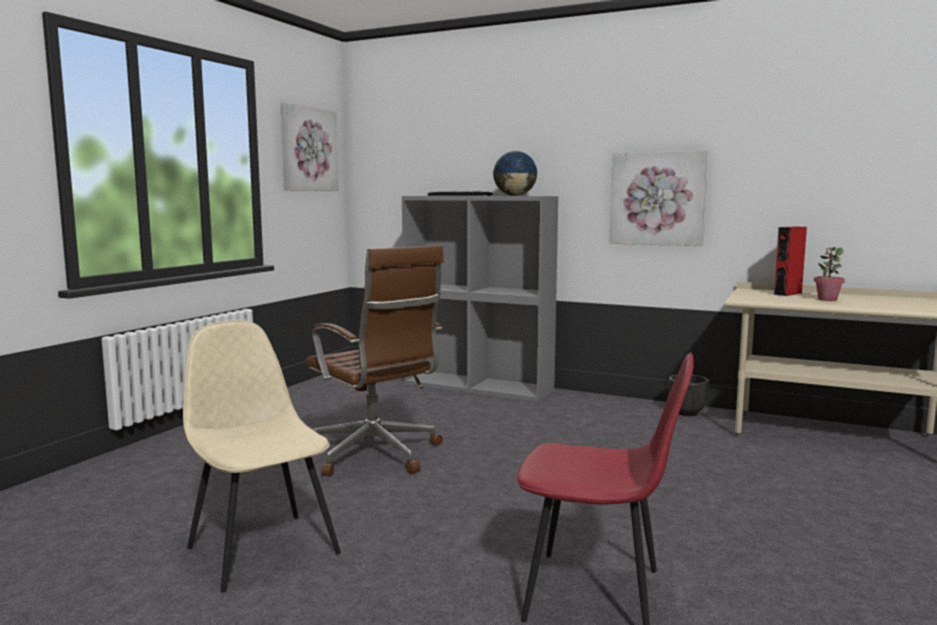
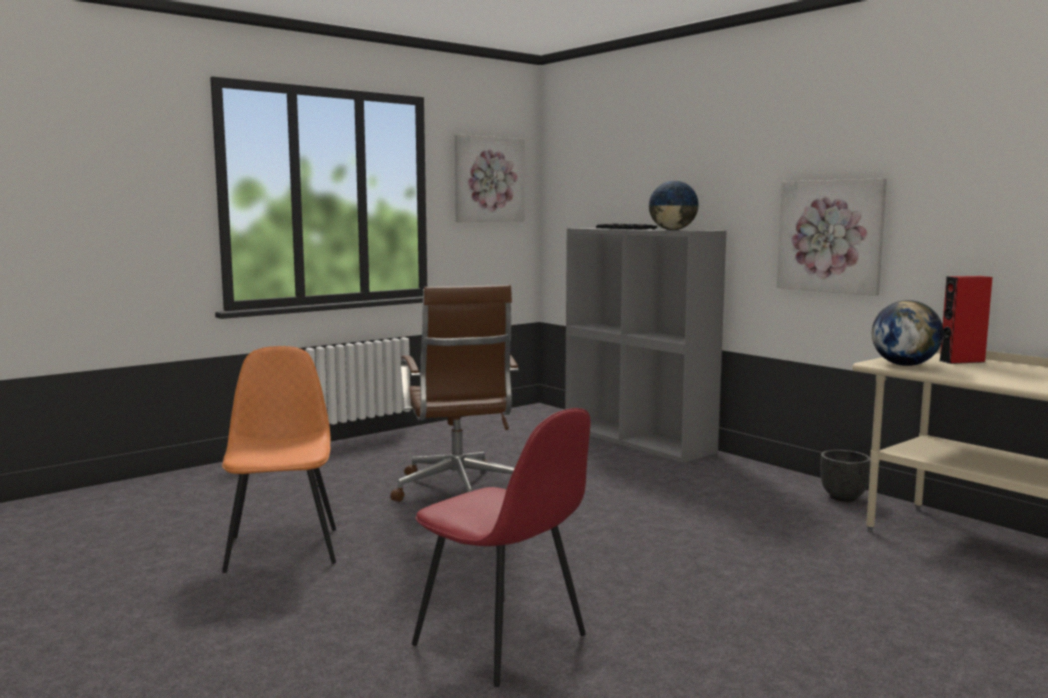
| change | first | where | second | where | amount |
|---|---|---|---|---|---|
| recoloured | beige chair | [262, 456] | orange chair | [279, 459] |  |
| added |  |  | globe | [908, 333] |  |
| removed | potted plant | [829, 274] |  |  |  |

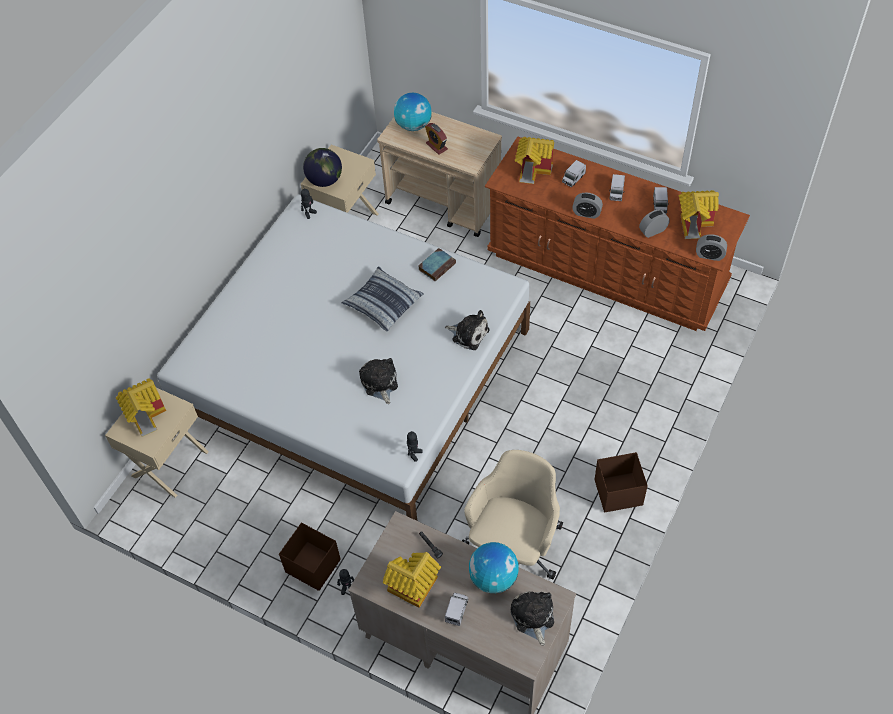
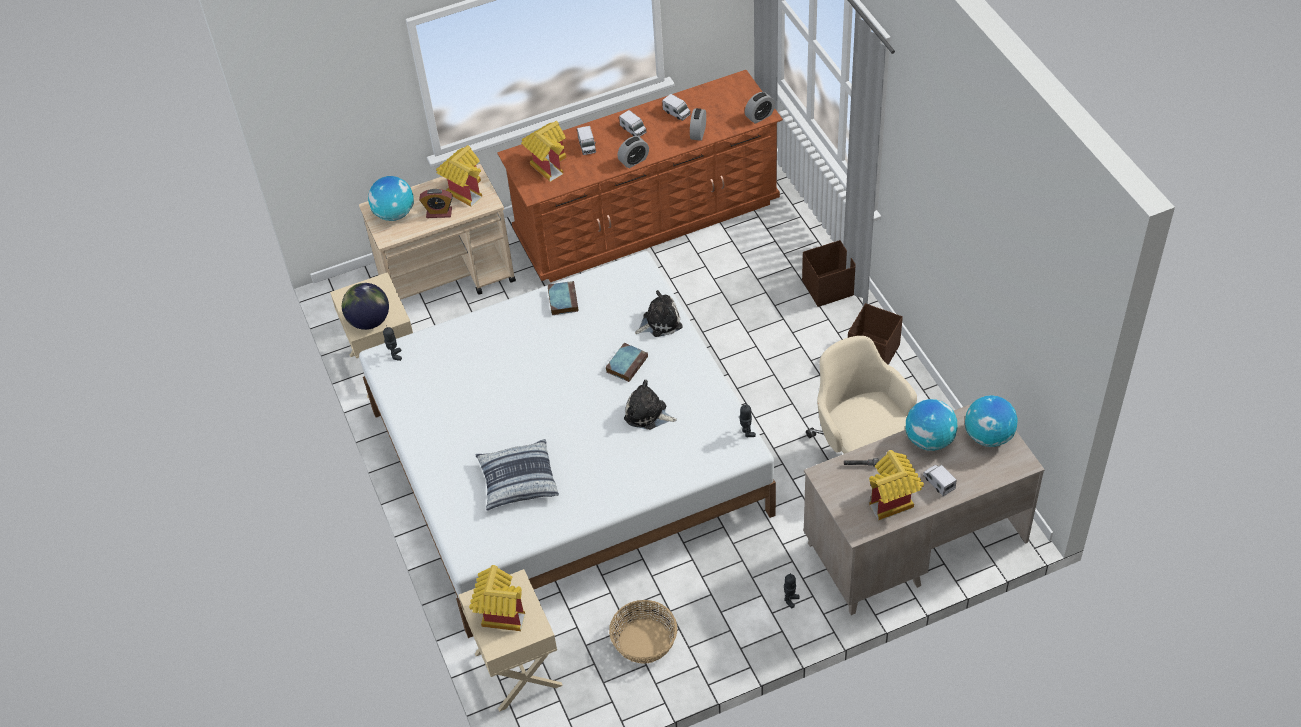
| change | first | where | second | where | amount |
|---|---|---|---|---|---|
| moved | toy house | [699, 214] |  | [459, 176] |  |
| moved | pillow | [382, 298] |  | [517, 475] |  |
| added |  |  | book | [627, 362] |  |
| added |  |  | basket | [643, 632] |  |
| moved | brown storage box | [310, 556] |  | [829, 273] |  |
| replaced | plush toy | [532, 618] | globe | [991, 421] |  |

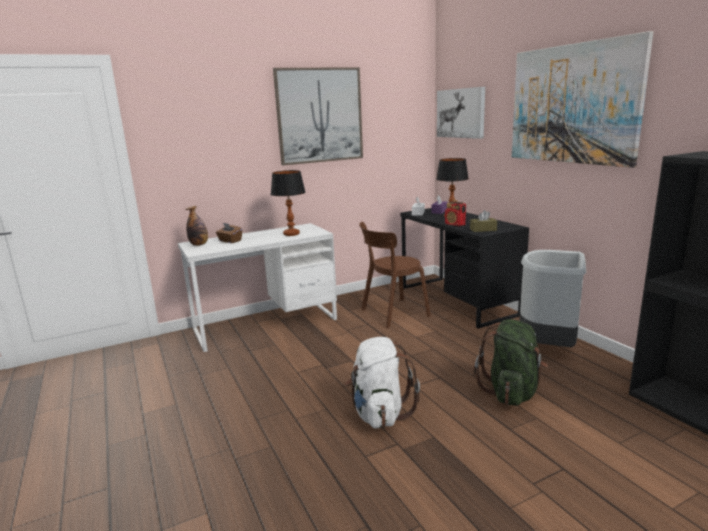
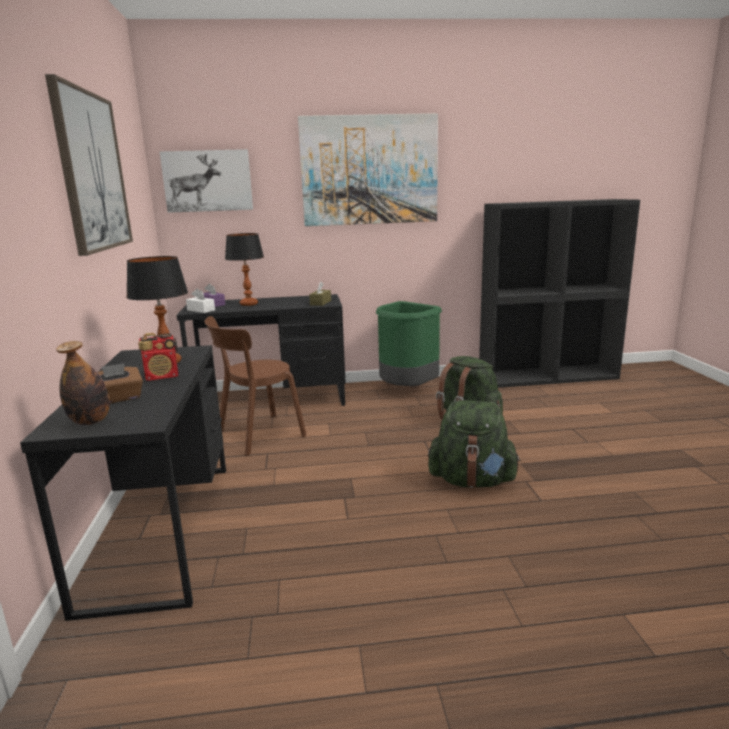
| change | first | where | second | where | amount |
|---|---|---|---|---|---|
| recoloured | white desk | [257, 287] | black desk | [123, 483] |  |
| moved | radio | [455, 213] |  | [158, 357] |  |
| turned | brown chair | [395, 275] |  | [256, 386] | 60 degrees clockwise |
| recoloured | grey trash can | [553, 298] | green trash can | [409, 343] |  |
| recoloured | white backpack | [382, 382] | green backpack | [474, 444] |  |

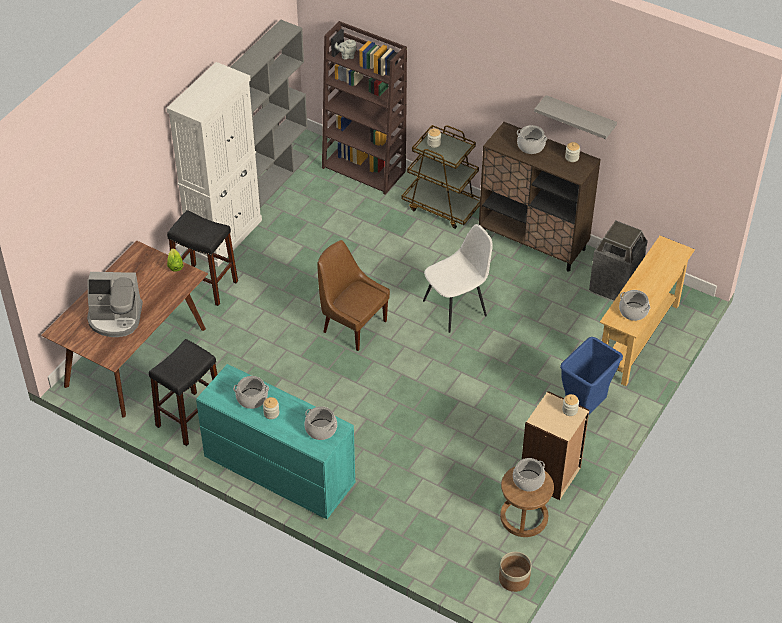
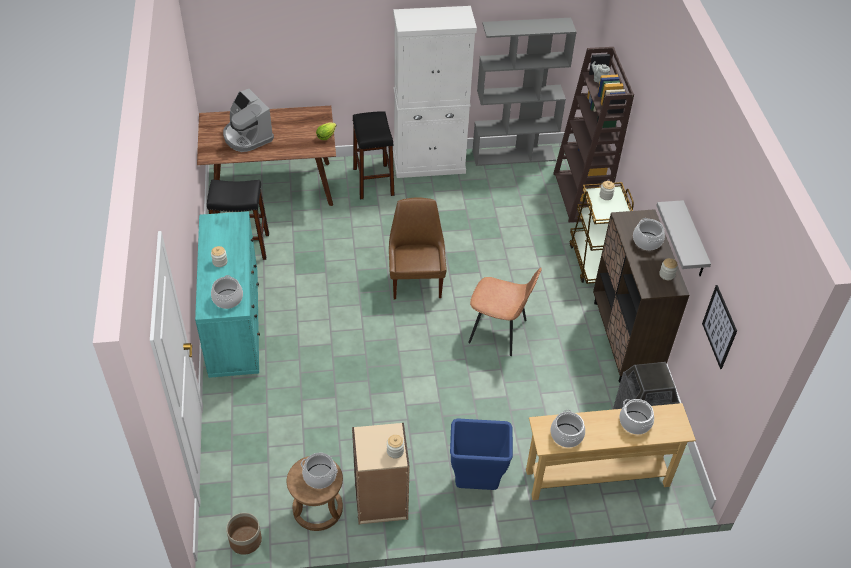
| change | first | where | second | where | amount |
|---|---|---|---|---|---|
| recoloured | white chair | [458, 278] | brown chair | [505, 312] |  |
| moved | cooking pot | [251, 392] |  | [636, 416] |  |
| added |  |  | picture | [719, 327] |  |

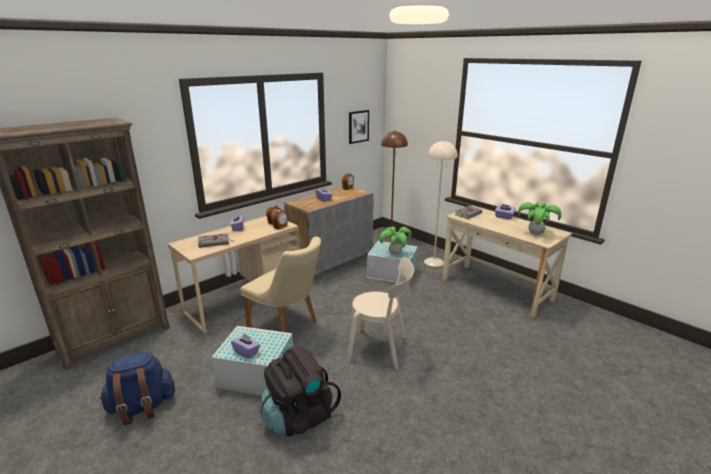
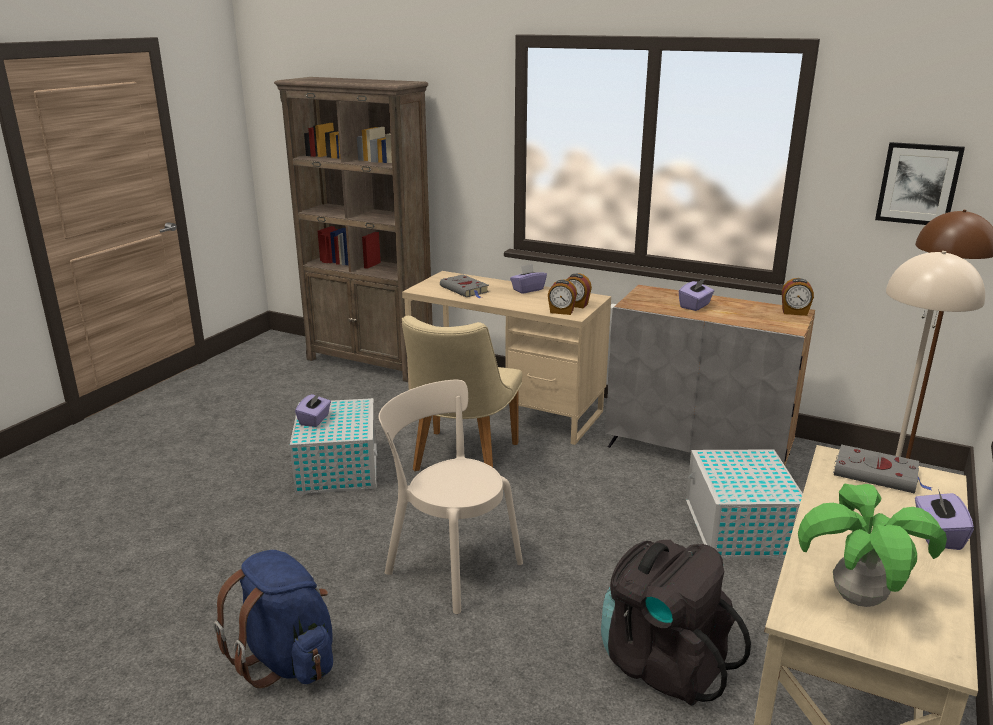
| change | first | where | second | where | amount |
|---|---|---|---|---|---|
| moved | blue backpack | [137, 388] |  | [273, 619] |  |
| turned | beige chair | [380, 313] |  | [451, 497] | 135 degrees clockwise |
| moved | black backpack | [300, 391] |  | [676, 622] |  |
| removed | potted plant | [396, 240] |  |  |  |

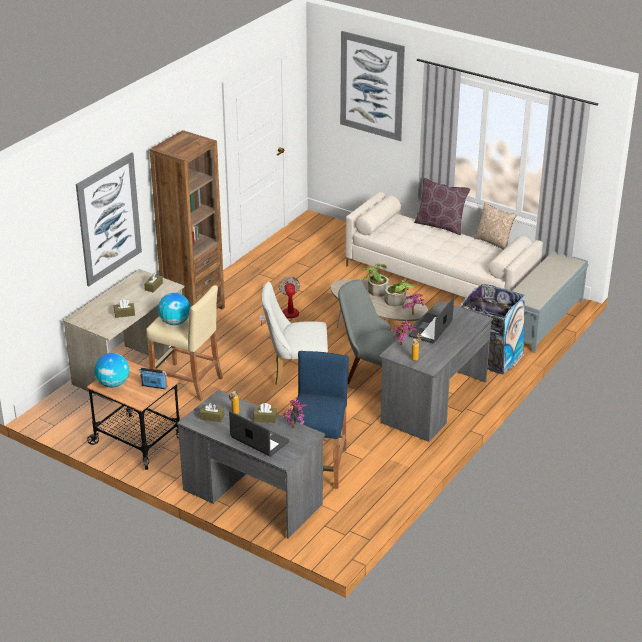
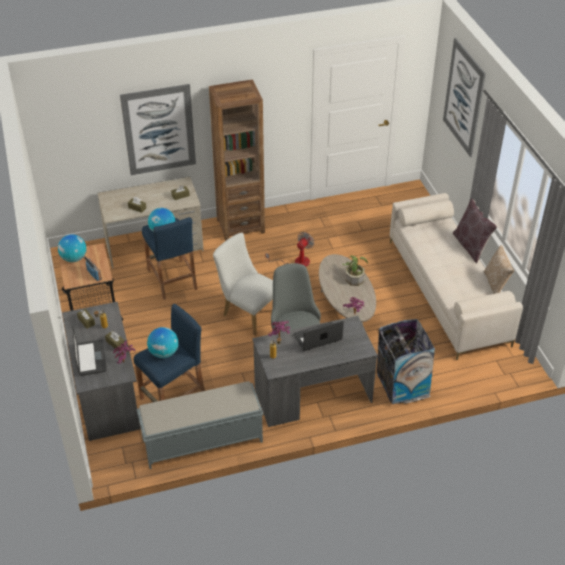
| change | first | where | second | where | amount |
|---|---|---|---|---|---|
| moved | grey bench | [550, 302] |  | [200, 425] |  |
| recoloured | beige stool | [184, 343] | blue stool | [169, 258] |  |
| added |  |  | globe | [163, 342] |  |
| removed | potted plant | [399, 293] |  |  |  |

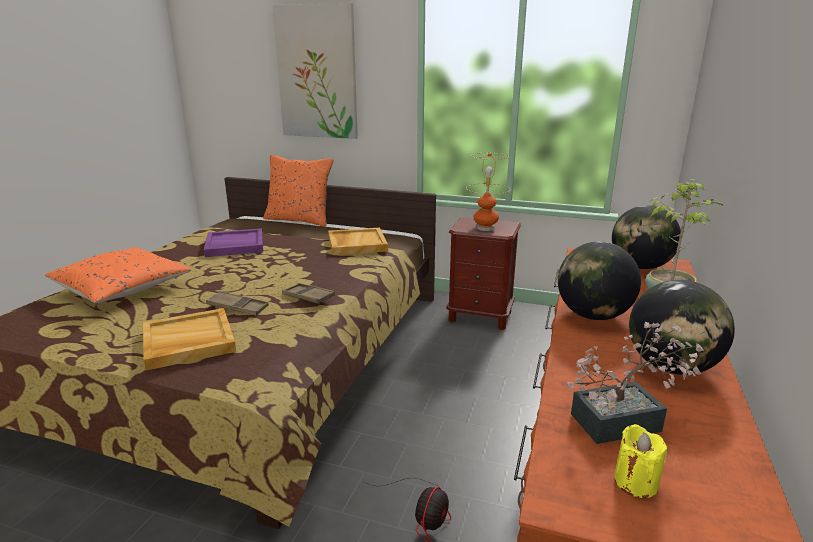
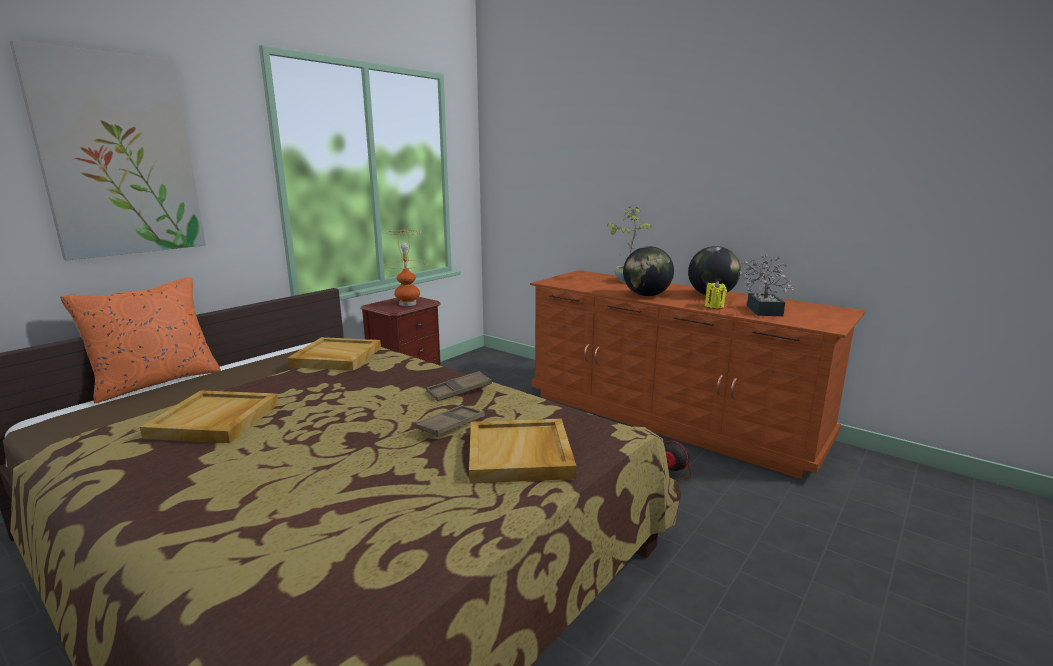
| change | first | where | second | where | amount |
|---|---|---|---|---|---|
| recoloured | purple tray | [233, 242] | beige tray | [209, 416] |  |
| moved | yellow candle | [640, 461] |  | [716, 295] |  |
| removed | orange pillow | [118, 275] |  |  |  |
| removed | globe | [646, 237] |  |  |  |

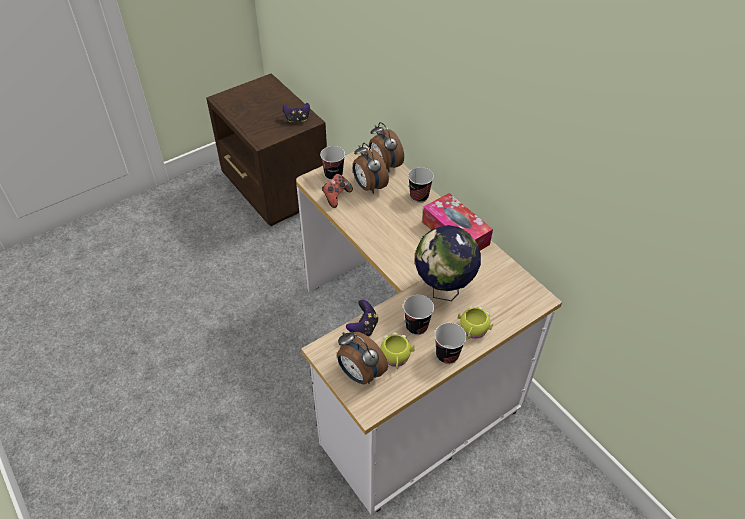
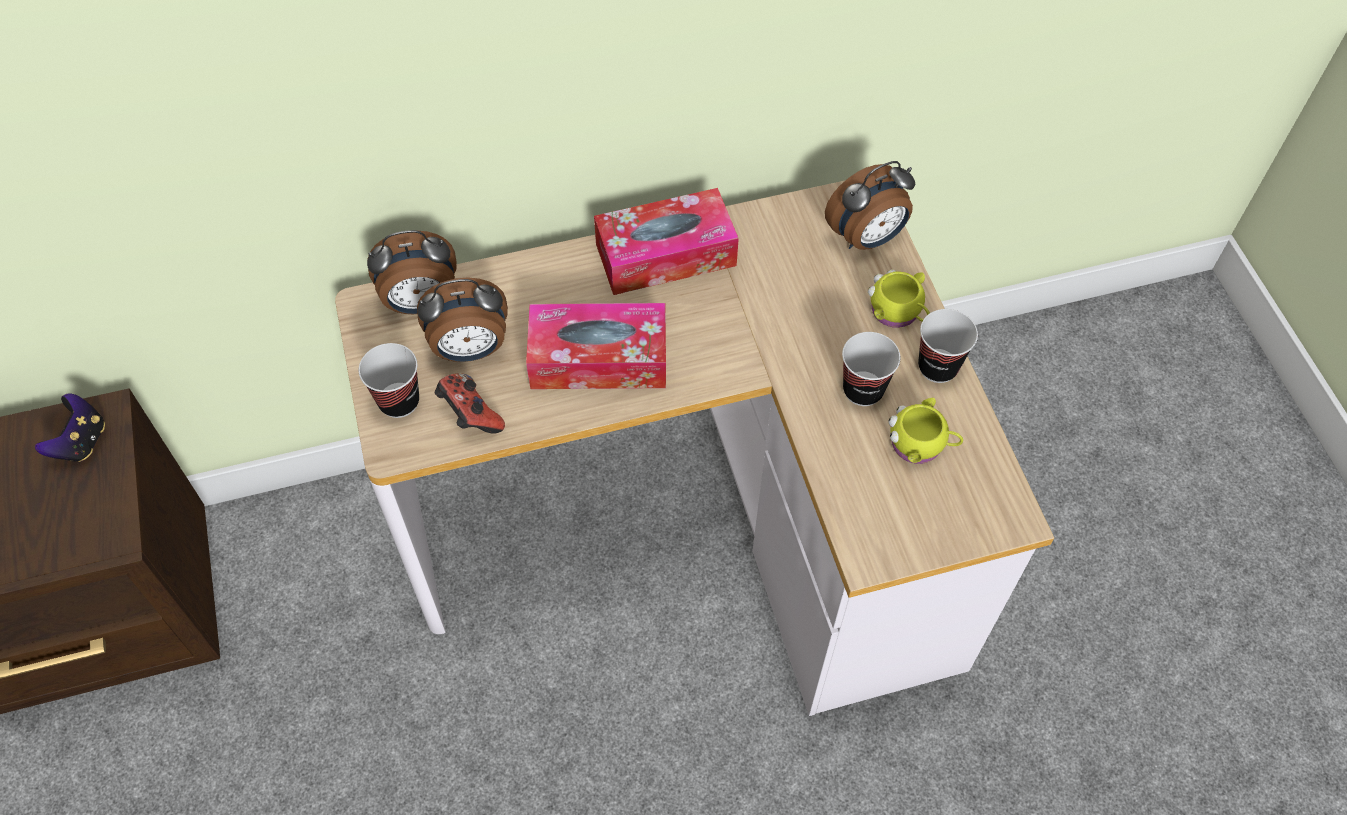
| change | first | where | second | where | amount |
|---|---|---|---|---|---|
| added |  |  | tissue box | [596, 346] |  |
| moved | alarm clock | [362, 358] |  | [870, 205] |  |
| removed | game controller | [362, 318] |  |  |  |
| removed | cup | [421, 185] |  |  |  |
| removed | globe | [448, 263] |  |  |  |

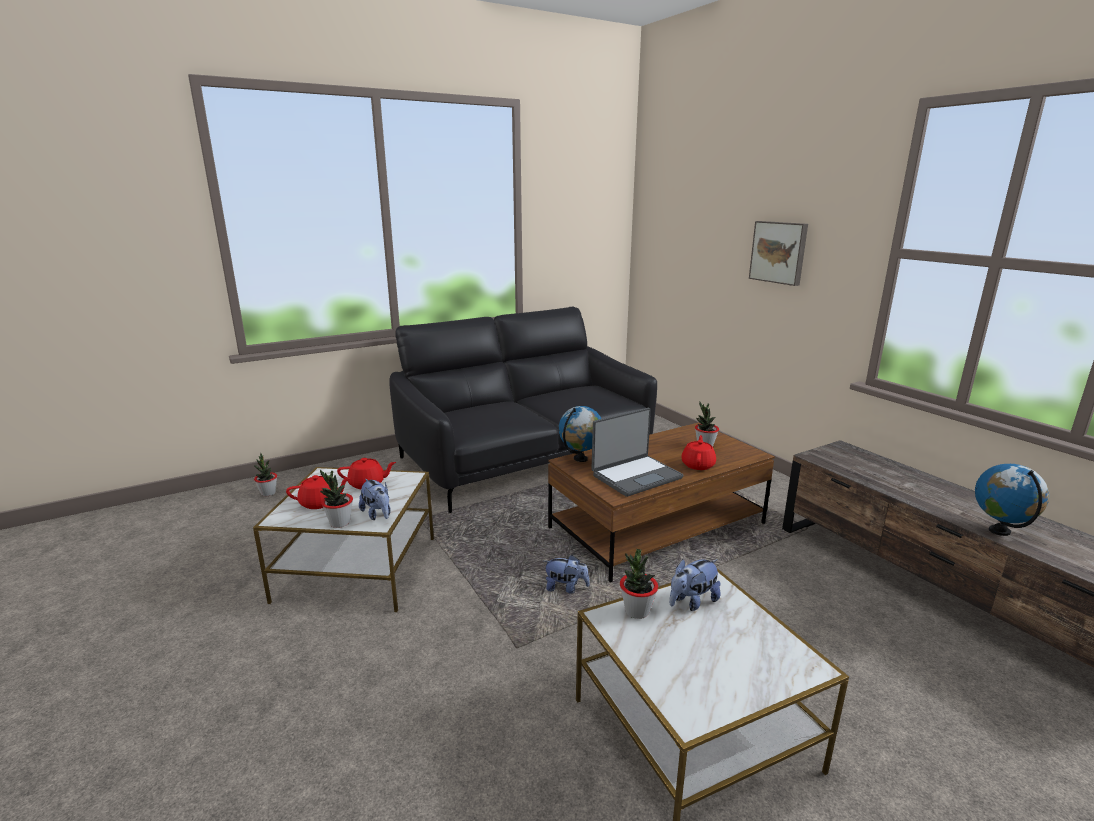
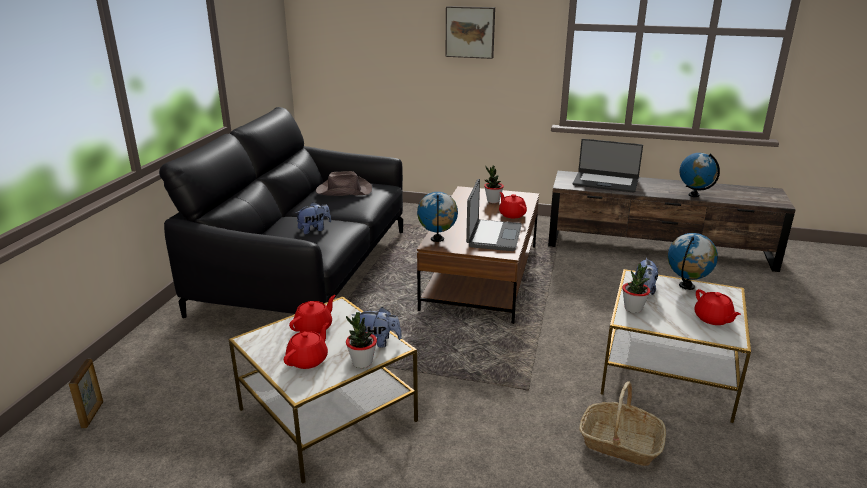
| change | first | where | second | where | amount |
|---|---|---|---|---|---|
| replaced | potted plant | [265, 475] | picture frame | [86, 393] |  |
| moved | plush toy | [567, 574] |  | [313, 218] |  |
| added |  |  | brown hat | [344, 183] |  |
| added |  |  | laptop | [608, 166] |  |
| added |  |  | basket | [622, 423] |  |
| added |  |  | globe | [693, 261] |  |
| added |  |  | red teapot | [717, 307] |  |

